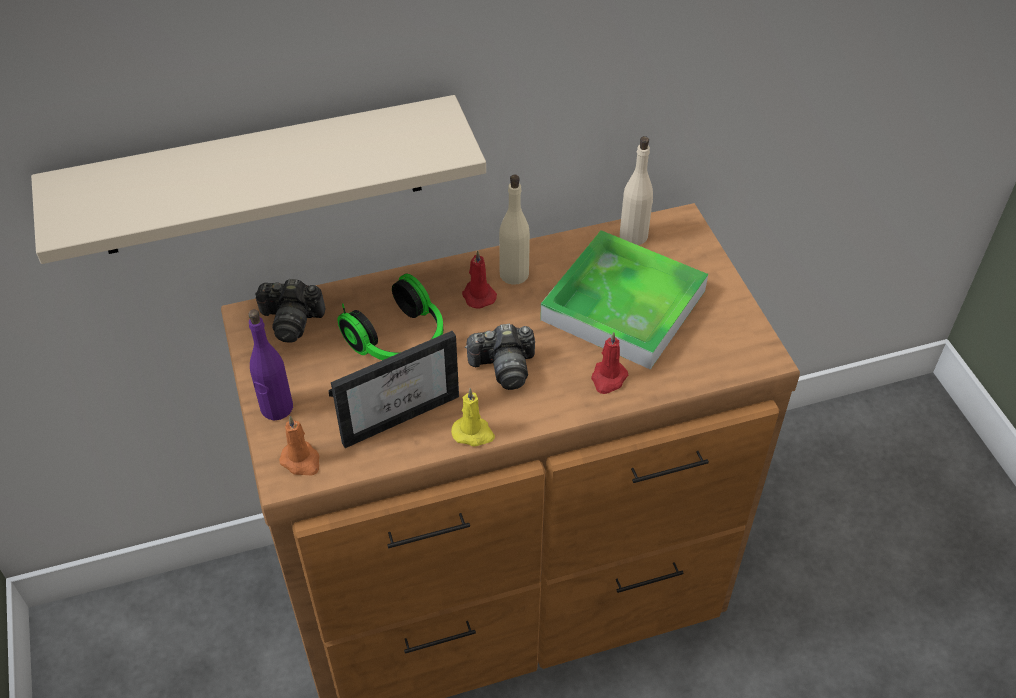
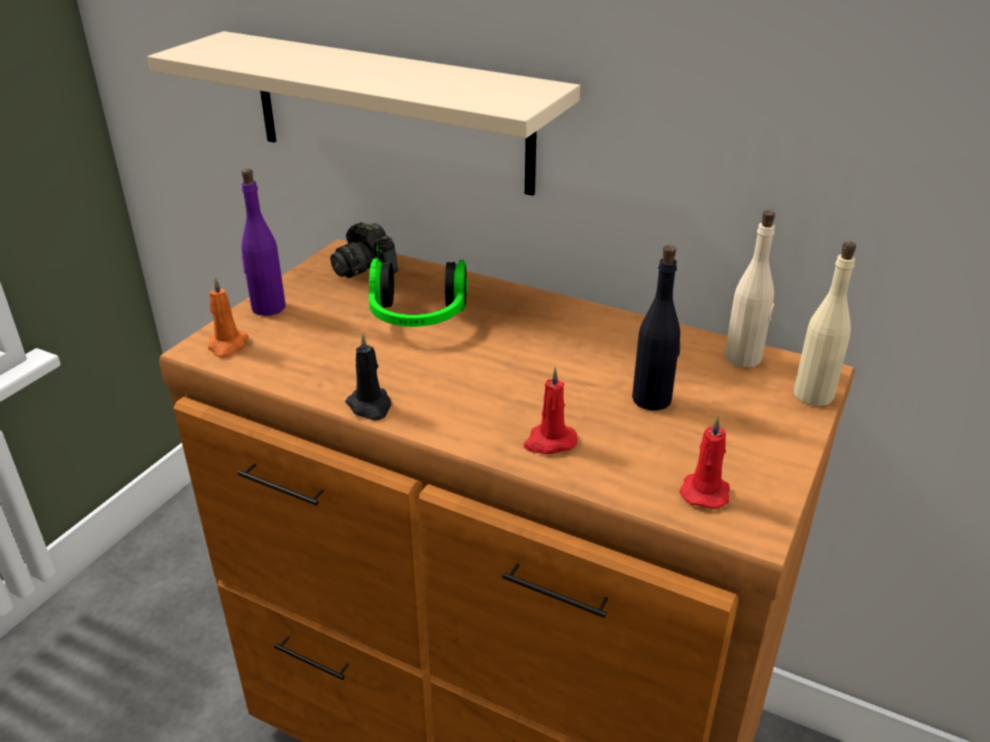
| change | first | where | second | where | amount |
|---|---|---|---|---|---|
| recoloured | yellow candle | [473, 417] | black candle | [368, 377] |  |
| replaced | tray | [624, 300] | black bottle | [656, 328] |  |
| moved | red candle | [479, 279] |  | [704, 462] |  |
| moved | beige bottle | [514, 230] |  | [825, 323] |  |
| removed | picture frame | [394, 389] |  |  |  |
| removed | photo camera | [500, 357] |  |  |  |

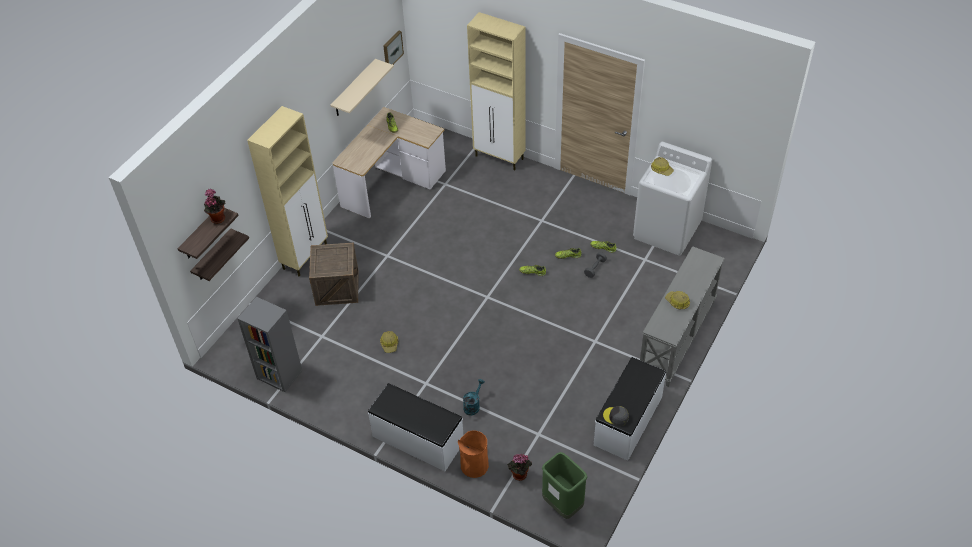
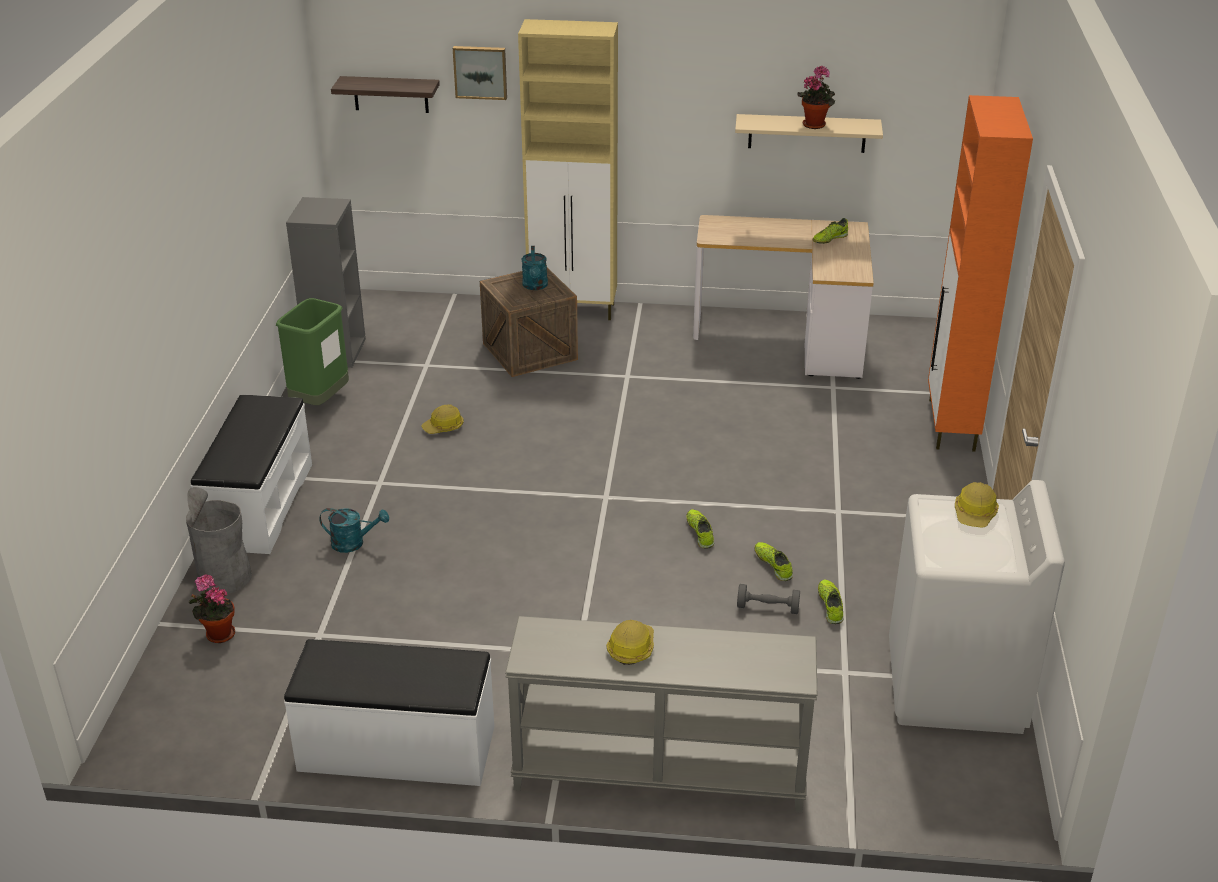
| change | first | where | second | where | amount |
|---|---|---|---|---|---|
| recoloured | orange trash can | [473, 454] | grey trash can | [219, 540] |  |
| moved | green trash can | [565, 485] |  | [312, 351] |  |
| moved | picture | [393, 47] |  | [480, 73] |  |
| added |  |  | turquoise watering can | [535, 268] |  |
| moved | potted plant | [214, 206] |  | [816, 97] |  |
| recoloured | beige cabinet | [496, 91] | orange cabinet | [980, 273] |  |
| removed | shelf | [219, 254] |  |  |  |
| removed | grey cap | [616, 416] |  |  |  |

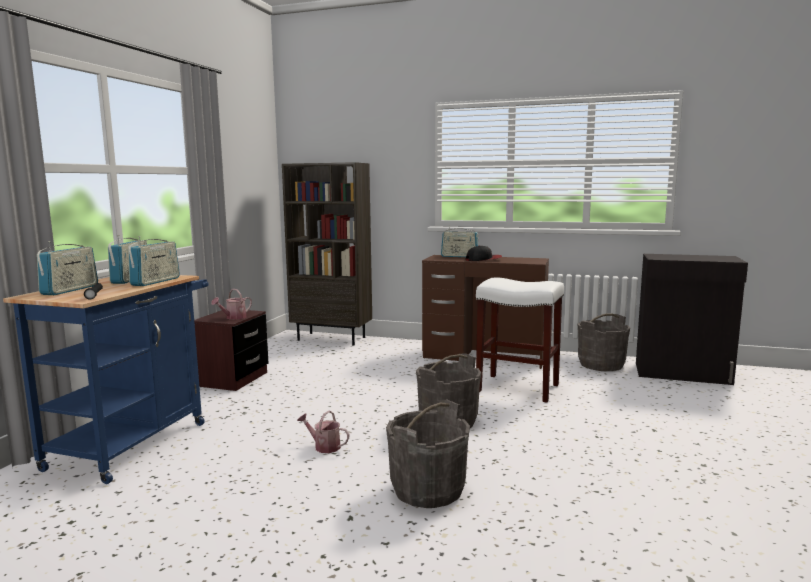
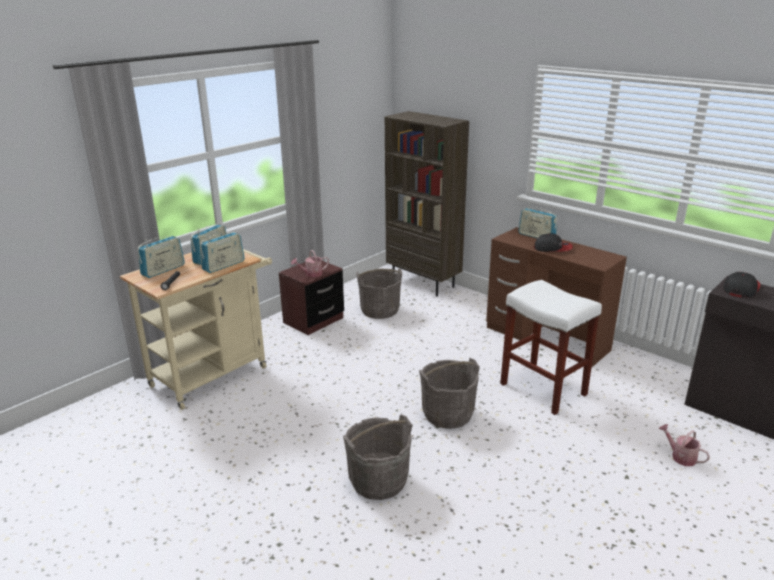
| change | first | where | second | where | amount |
|---|---|---|---|---|---|
| recoloured | blue cart | [106, 379] | beige cart | [196, 329] |  |
| moved | grey bucket | [604, 342] |  | [379, 294] |  |
| moved | watering can | [323, 431] |  | [684, 445] |  |
| added |  |  | cap | [742, 285] |  |

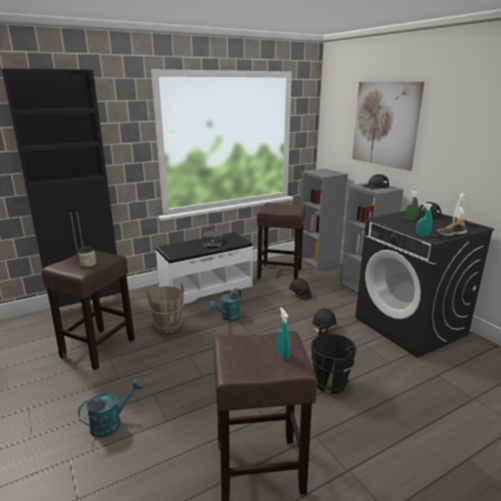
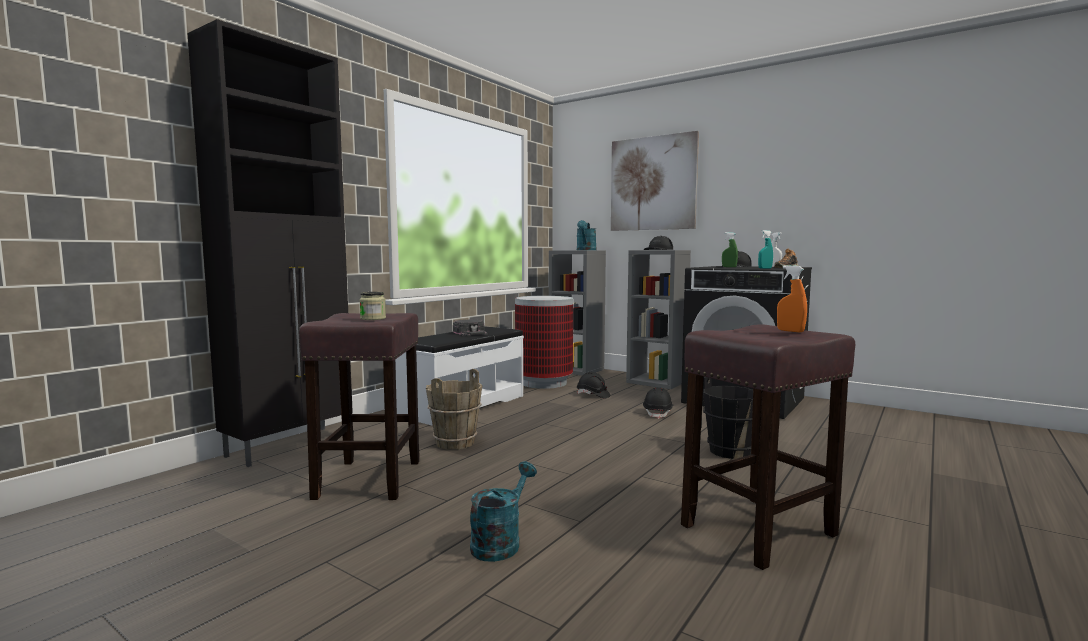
| change | first | where | second | where | amount |
|---|---|---|---|---|---|
| replaced | brown stool | [281, 241] | trash can | [544, 342] |  |
| moved | turquoise watering can | [225, 304] |  | [587, 235] |  |
| recoloured | turquoise spray bottle | [283, 334] | orange spray bottle | [792, 299] |  |

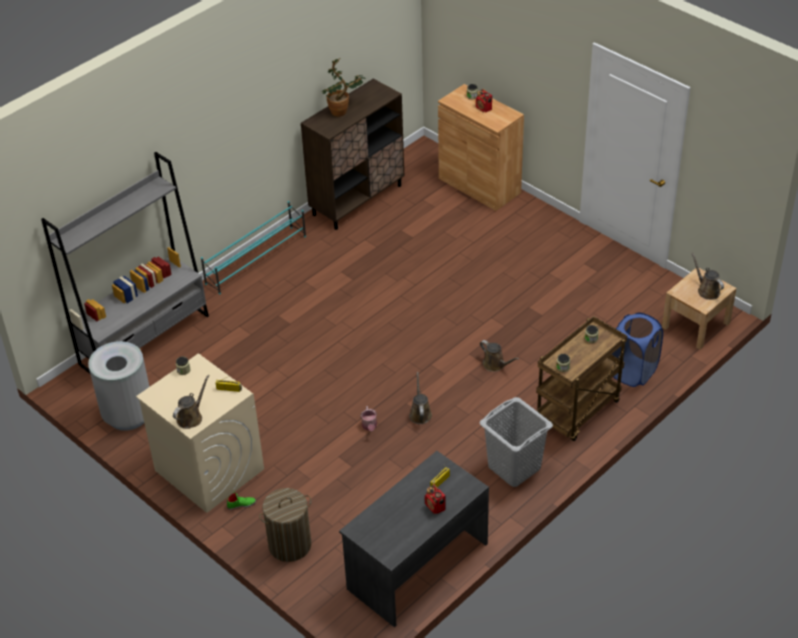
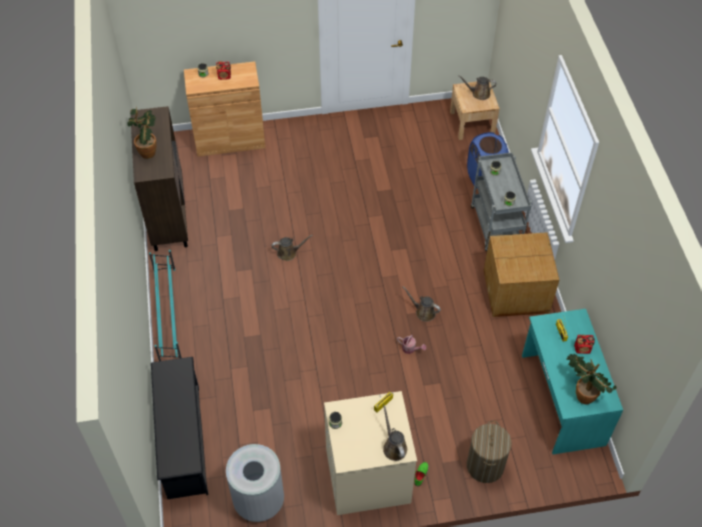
| change | first | where | second | where | amount |
|---|---|---|---|---|---|
| replaced | grey bookcase | [125, 263] | black shoe rack | [179, 428] |  |
| moved | brown watering can | [499, 356] |  | [292, 248] |  |
| recoloured | brown cart | [581, 378] | grey cart | [501, 201] |  |
| replaced | grey laundry basket | [516, 442] | cardboard box | [521, 274] |  |
| recoloured | grey desk | [414, 539] | turquoise desk | [572, 381] |  |
| added |  |  | potted plant | [591, 379] |  |

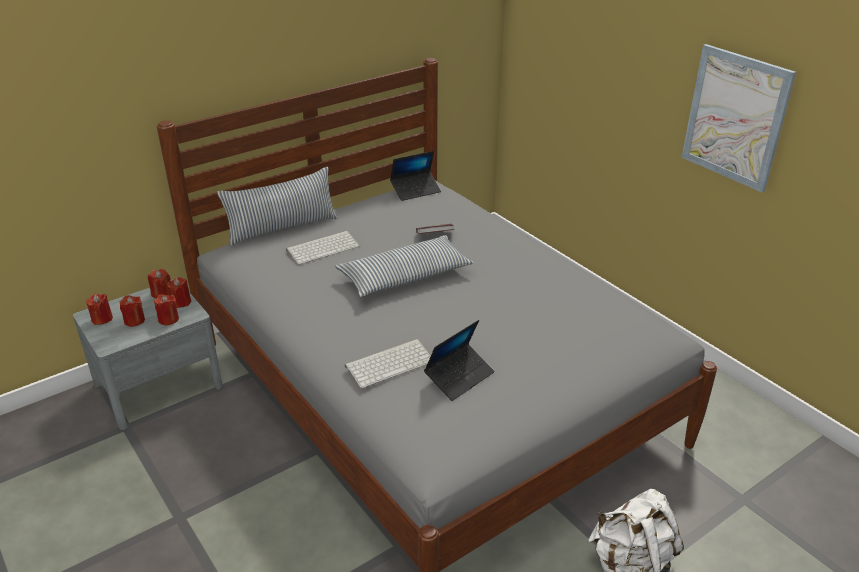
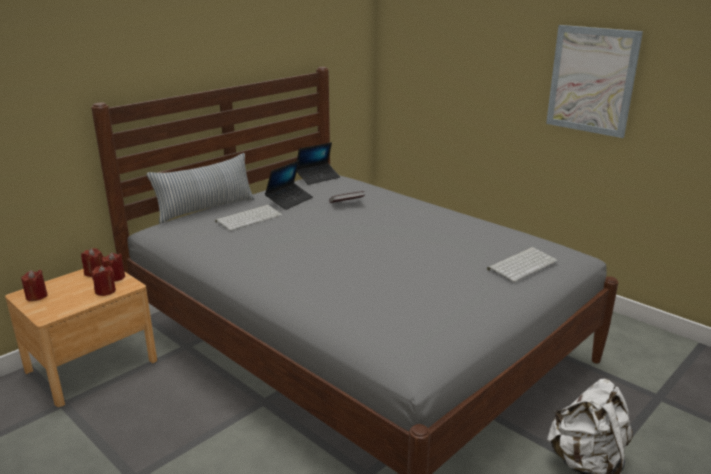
| change | first | where | second | where | amount |
|---|---|---|---|---|---|
| recoloured | grey nightstand | [148, 354] | brown nightstand | [81, 338] |  |
| moved | laptop | [459, 360] |  | [289, 185] |  |
| moved | keyboard | [388, 363] |  | [522, 264] |  |
| removed | red candle | [132, 311] |  |  |  |
| removed | pillow | [404, 266] |  |  |  |

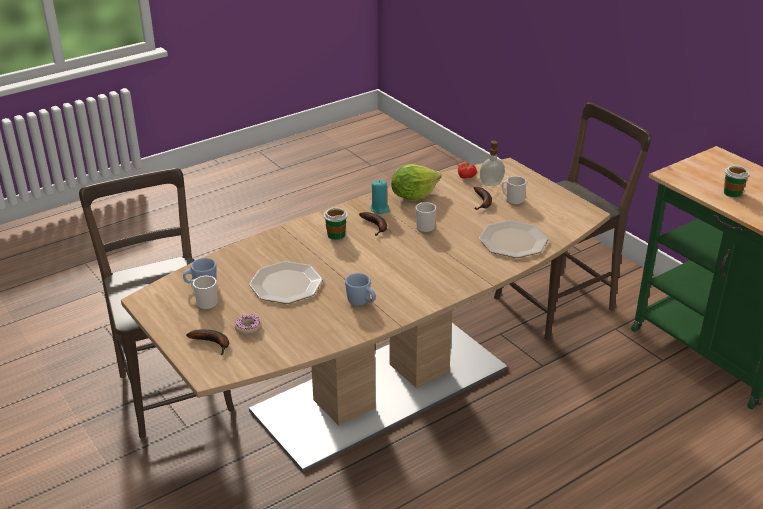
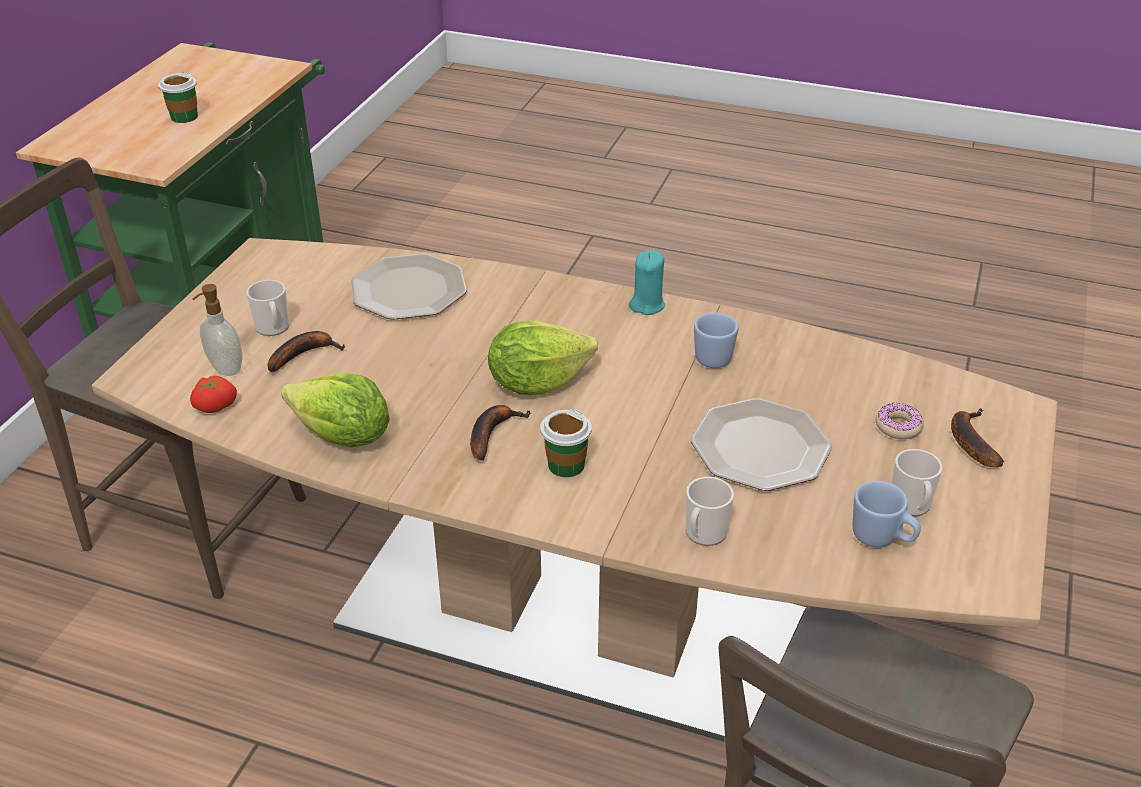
| change | first | where | second | where | amount |
|---|---|---|---|---|---|
| added |  |  | lettuce | [543, 358] |  |
| moved | turquoise candle | [380, 197] |  | [647, 282] |  |
| moved | mug | [426, 217] |  | [710, 511] |  |

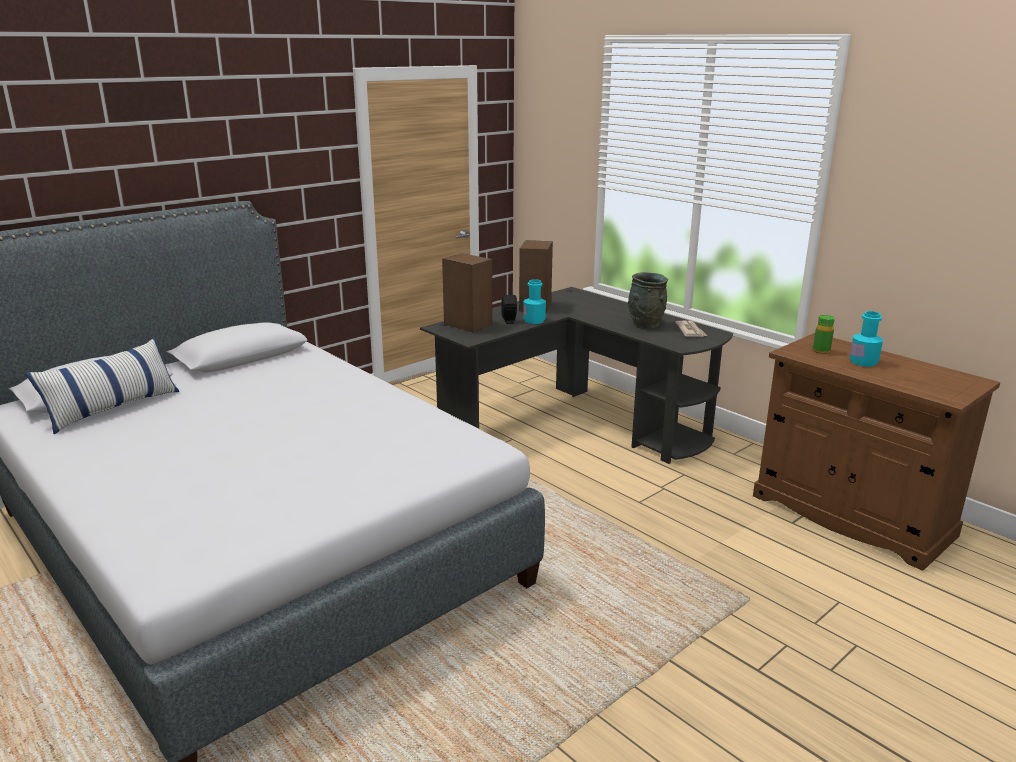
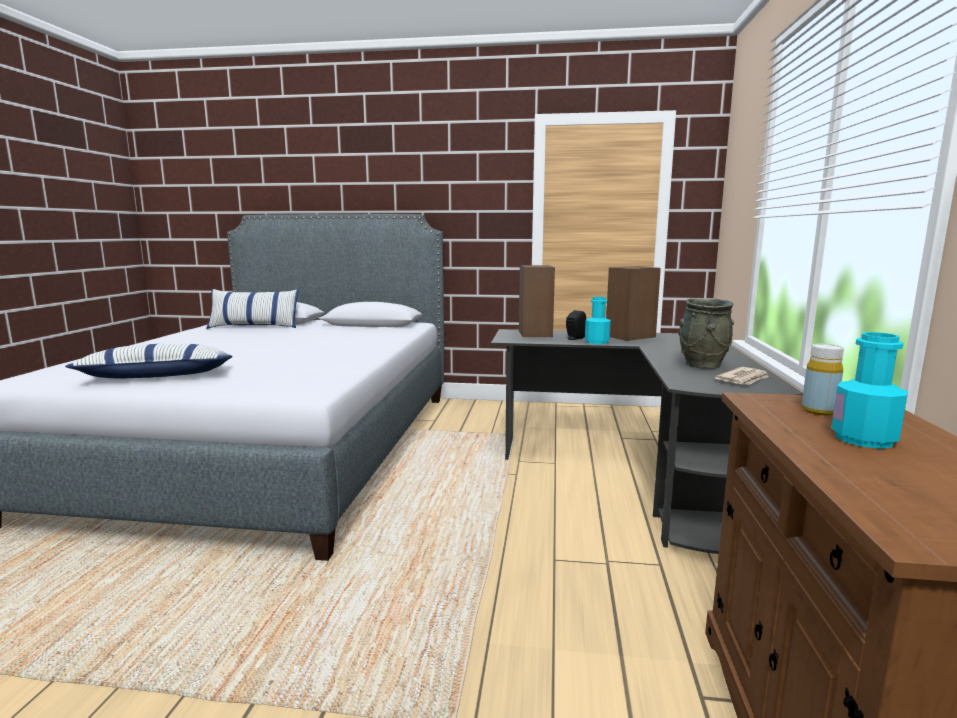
| change | first | where | second | where | amount |
|---|---|---|---|---|---|
| added |  |  | pillow | [149, 360] |  |
| recoloured | green bottle | [824, 334] | yellow bottle | [823, 379] |  |

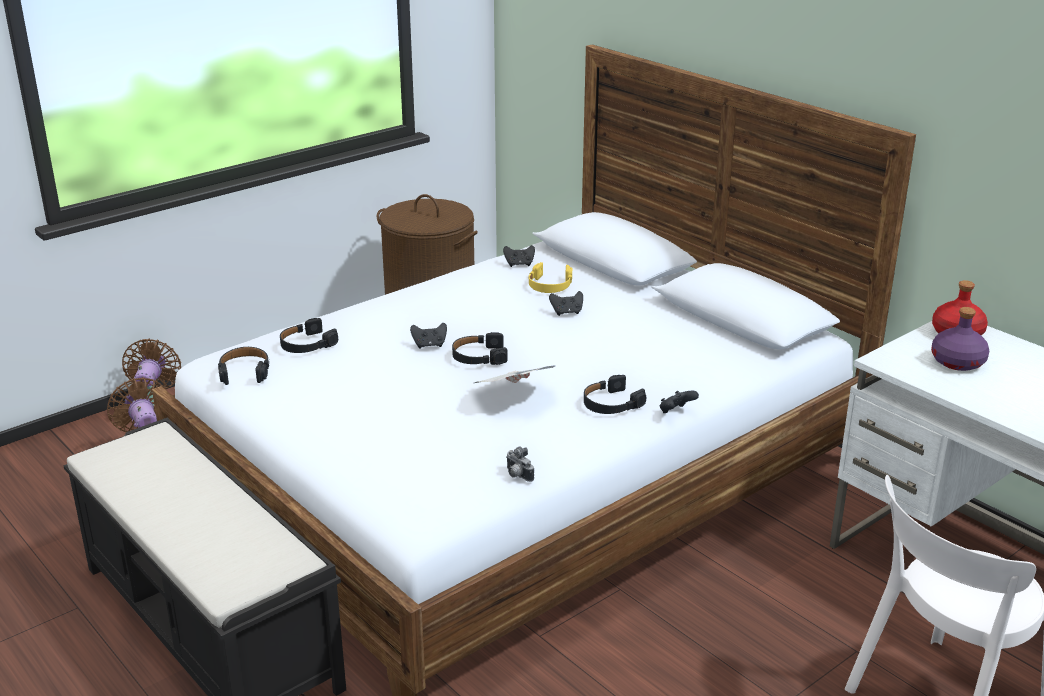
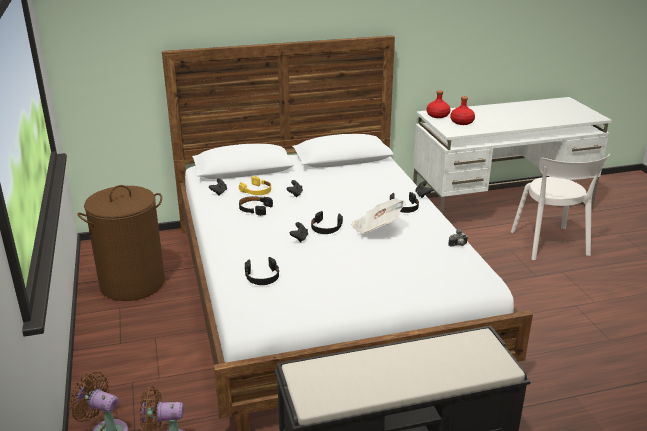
| change | first | where | second | where | amount |
|---|---|---|---|---|---|
| moved | black headphones | [244, 366] |  | [256, 206] |  |
| recoloured | purple bottle | [960, 339] | red bottle | [462, 110] |  |

